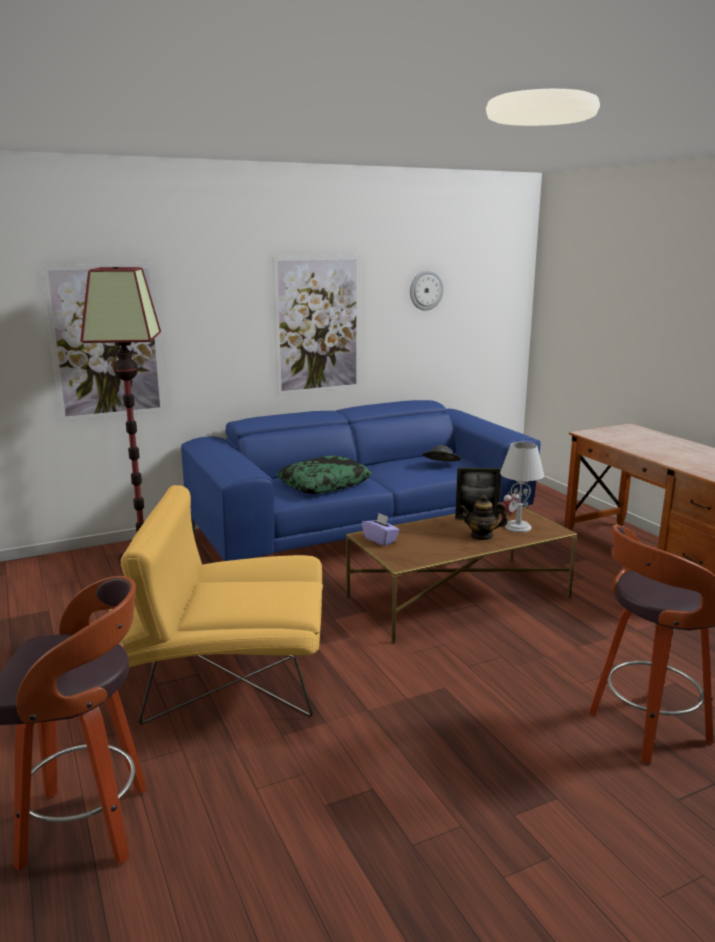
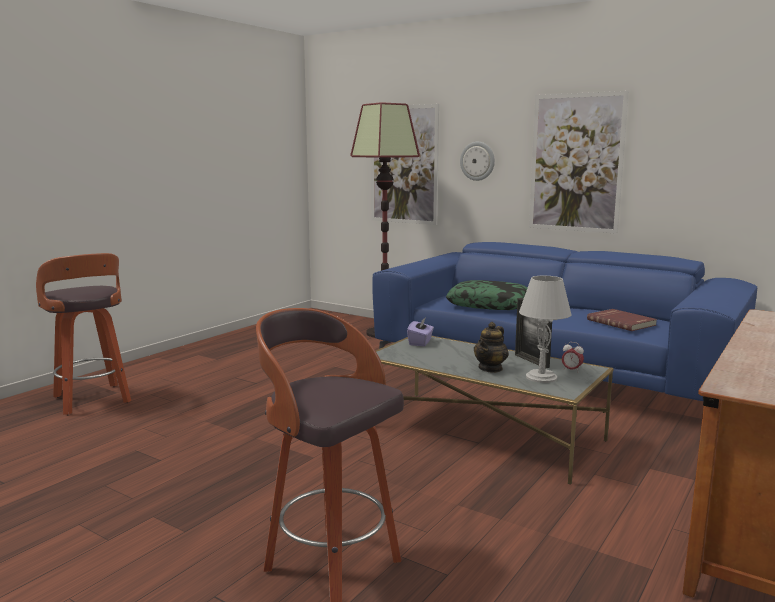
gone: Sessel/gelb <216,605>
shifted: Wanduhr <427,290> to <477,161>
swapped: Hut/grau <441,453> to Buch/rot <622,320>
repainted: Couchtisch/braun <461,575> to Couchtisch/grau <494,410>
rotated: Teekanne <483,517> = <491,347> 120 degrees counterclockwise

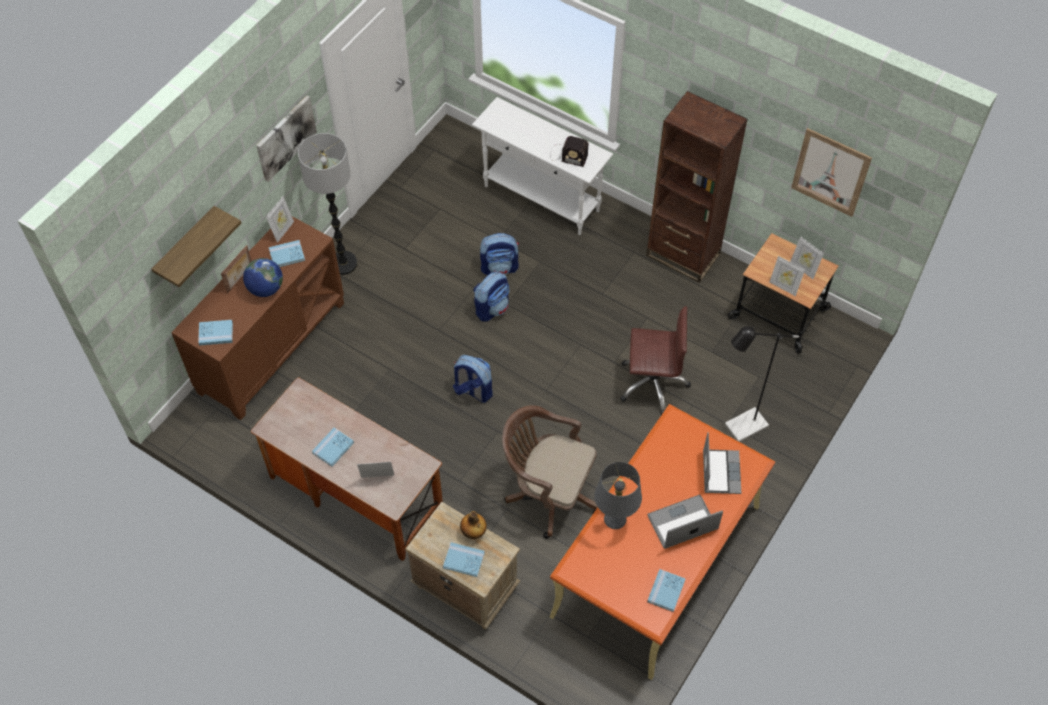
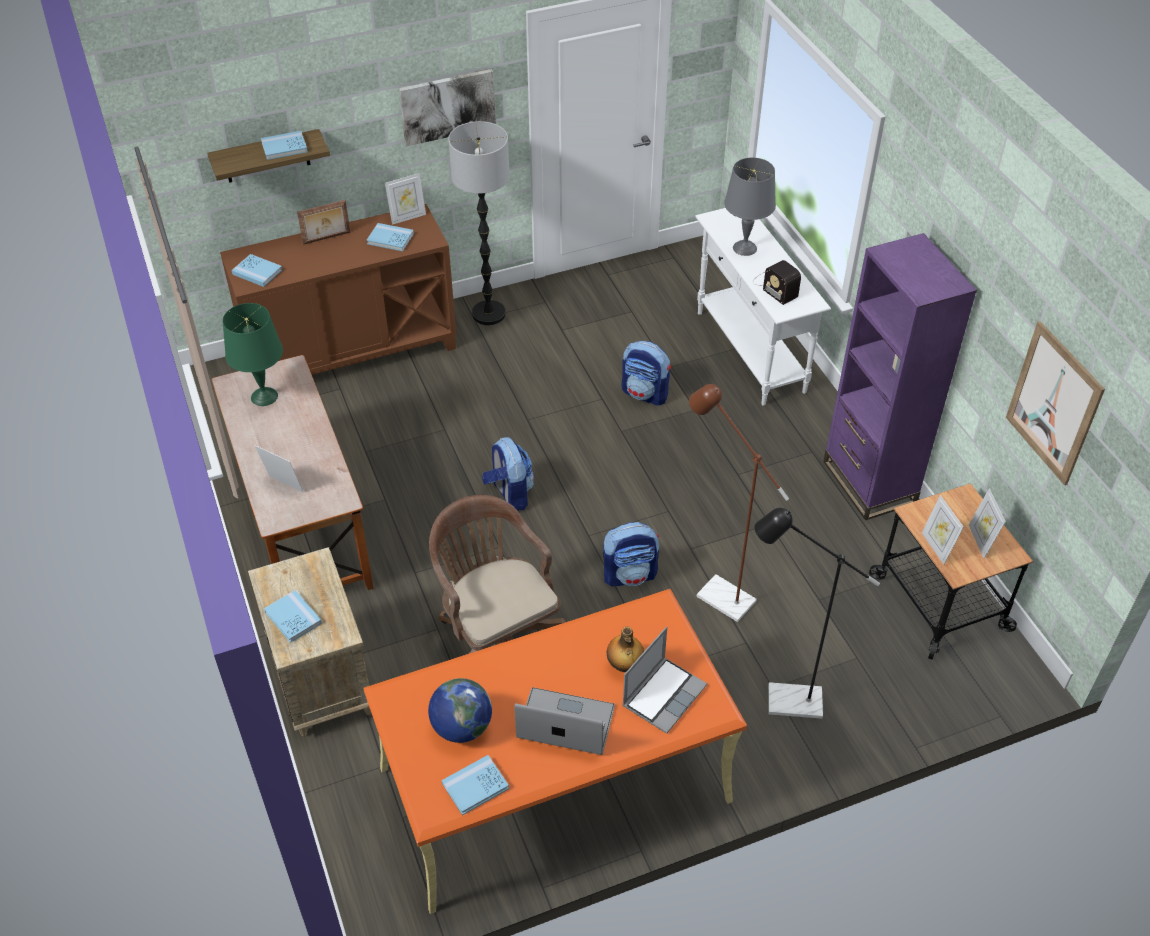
new: Tischlampe/grün <253,354>
shifted: Globus <263,277> to <460,710>; Rucksack <491,297> to <631,554>; Buch/blau <333,447> to <284,145>; Tischlampe/grau <618,495> to <750,206>; Flasche <473,525> to <625,649>
swapped: Bürostuhl/braun <655,360> to Stehlampe/braun <739,503>
repainted: Bücherregal/braun <697,187> to Bücherregal/lila <900,376>

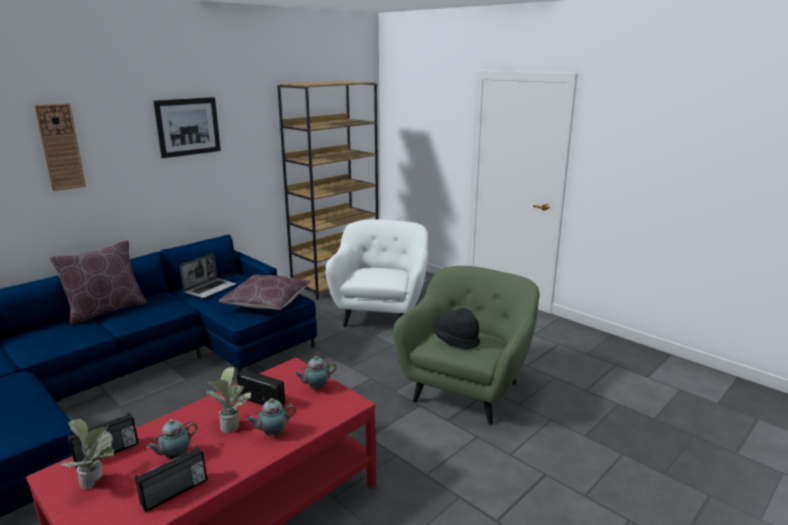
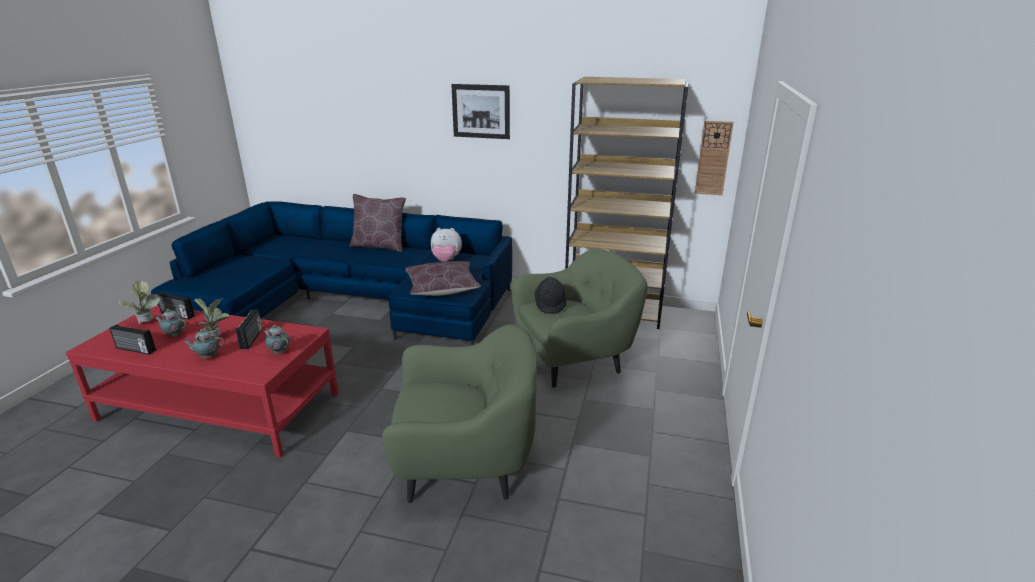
shifted: Wanduhr <60,147> to <714,158>; Hut/schwarz <457,328> to <551,295>
swapped: Laptop <208,275> to Plüschtier <446,245>
repainted: Sessel/weiß <376,273> to Sessel/grün <579,318>
rotated: Teekanne <271,417> = <204,343> 45 degrees counterclockwise

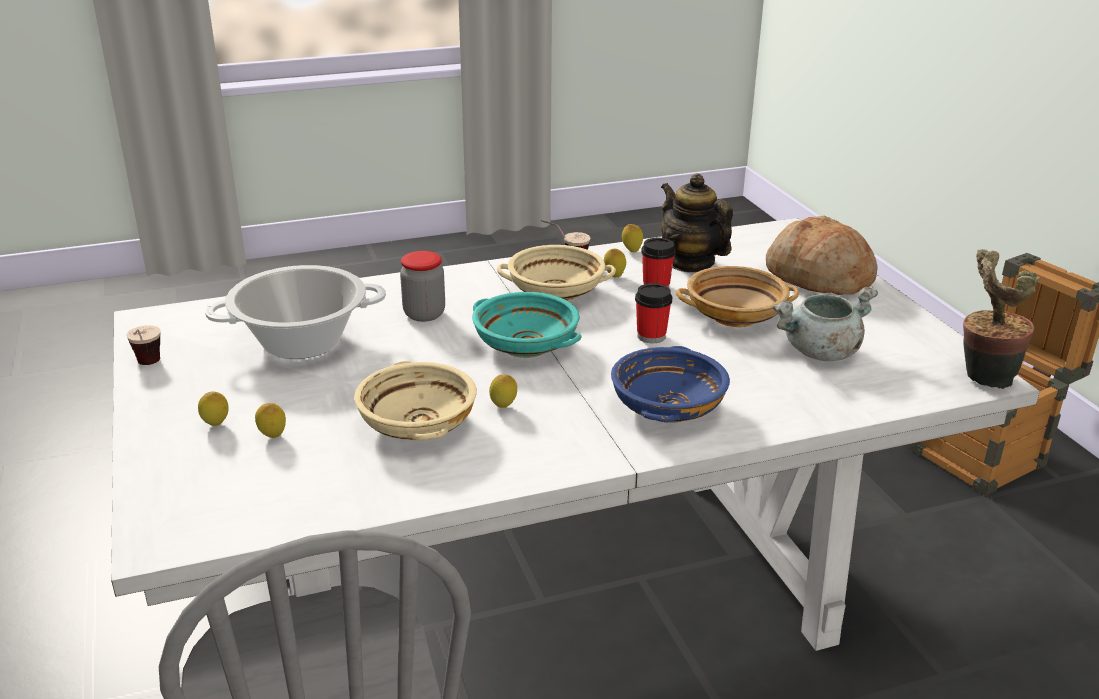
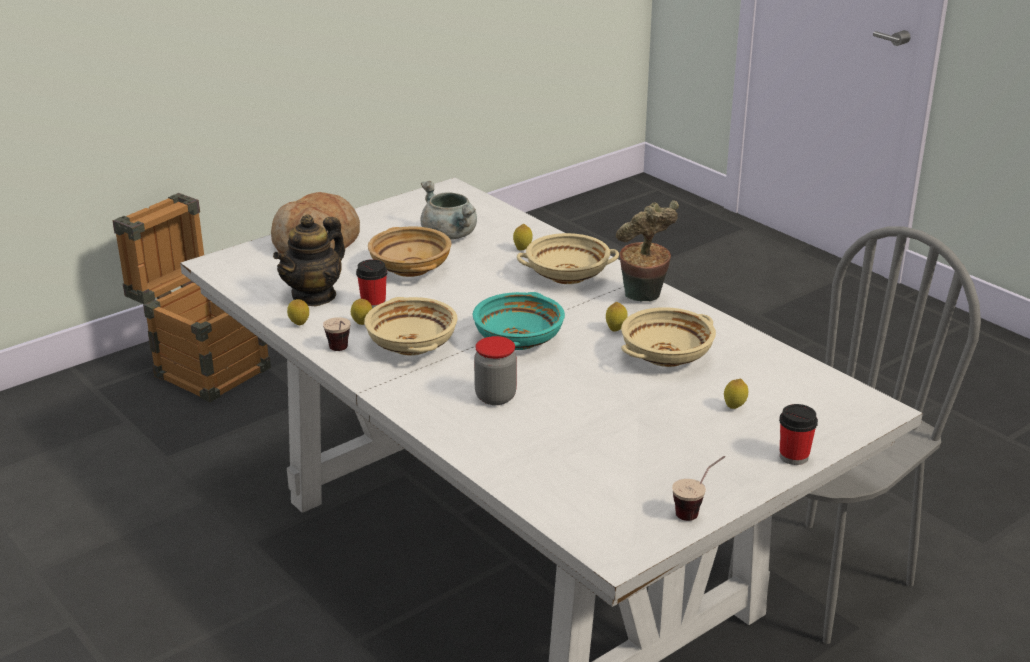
gone: Kochtopf <295,312>
shifted: Topfpflanze <1002,319> to <647,251>; Tasse <653,313> to <798,434>; Zitrone <213,408> to <523,237>
repainted: Schüssel/blau <670,384> to Schüssel/beige <568,258>

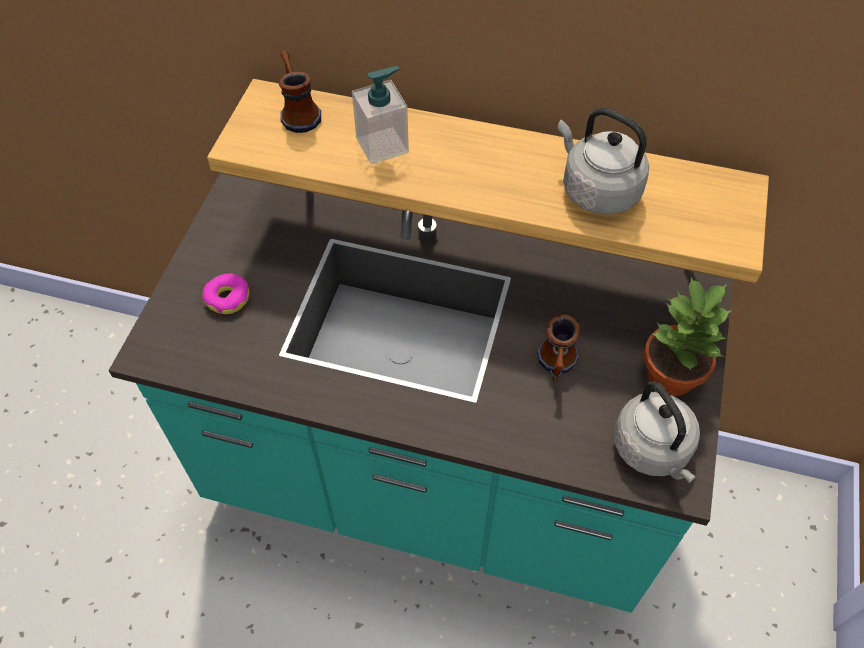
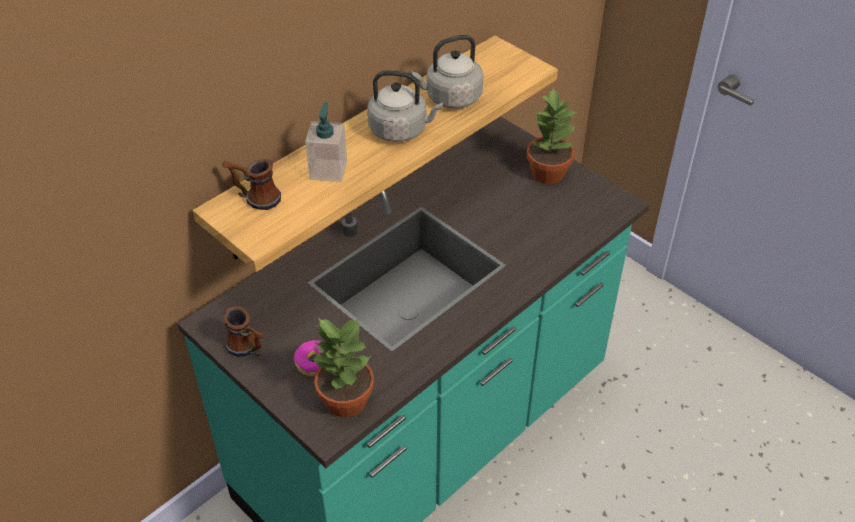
new: Topfpflanze <343,368>
shifted: Henkelbecher <558,348> to <243,331>; Wasserkessel/grau <657,432> to <405,106>

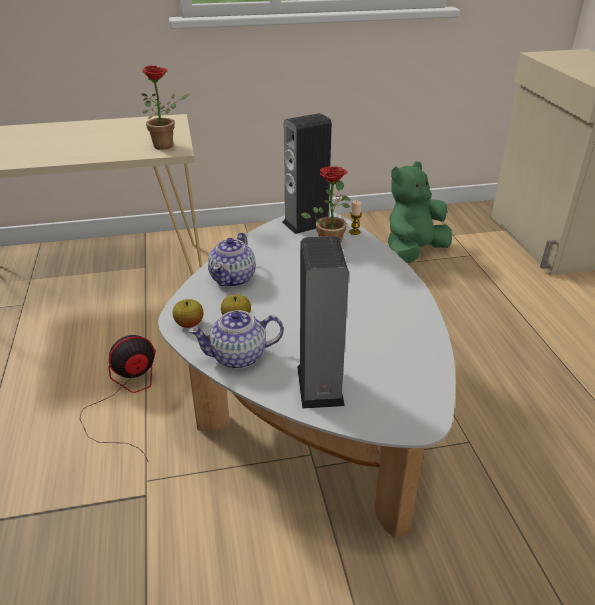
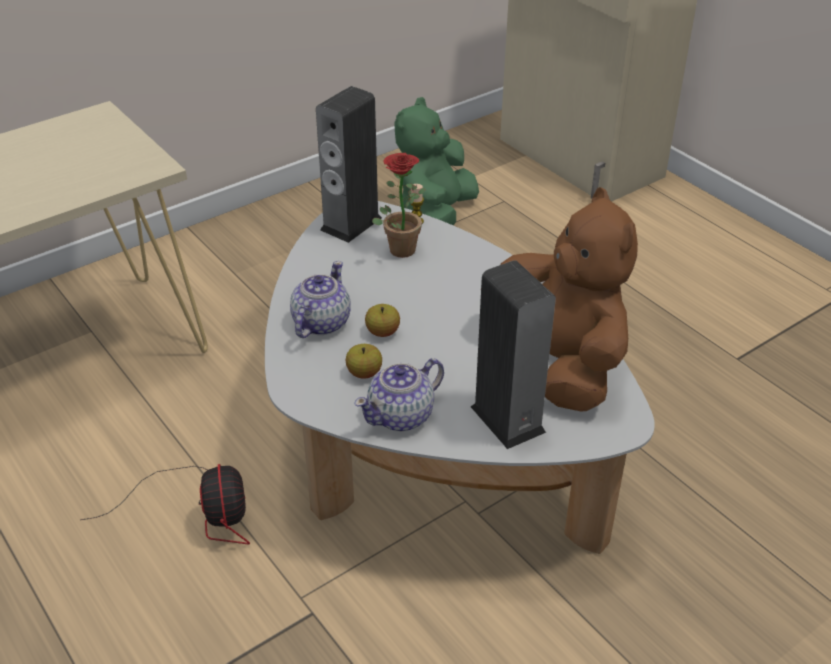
gone: Topfpflanze <165,107>
new: Plüschtier/braun <569,299>
shifted: Apfel <187,313> to <382,320>
rotated: Teekanne <232,260> = <320,299> 150 degrees counterclockwise; Ventilator <118,398> = <165,504> 135 degrees clockwise

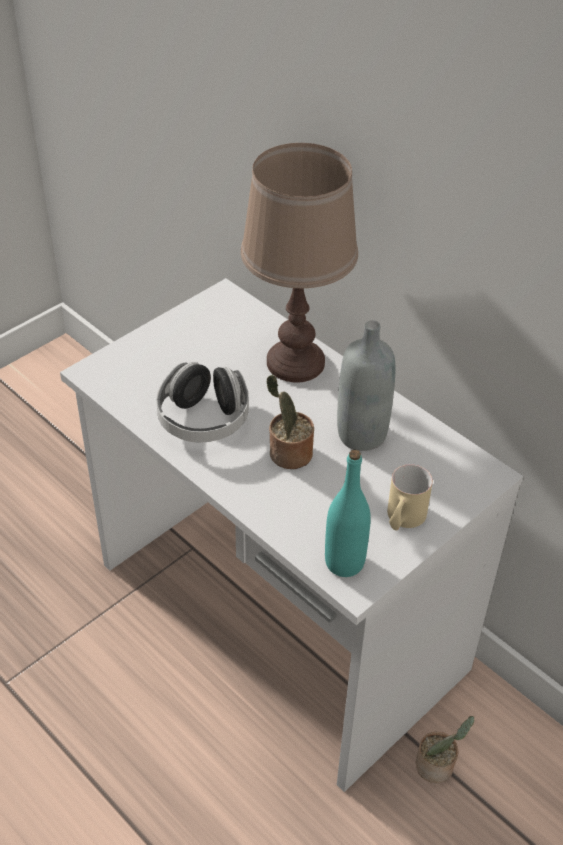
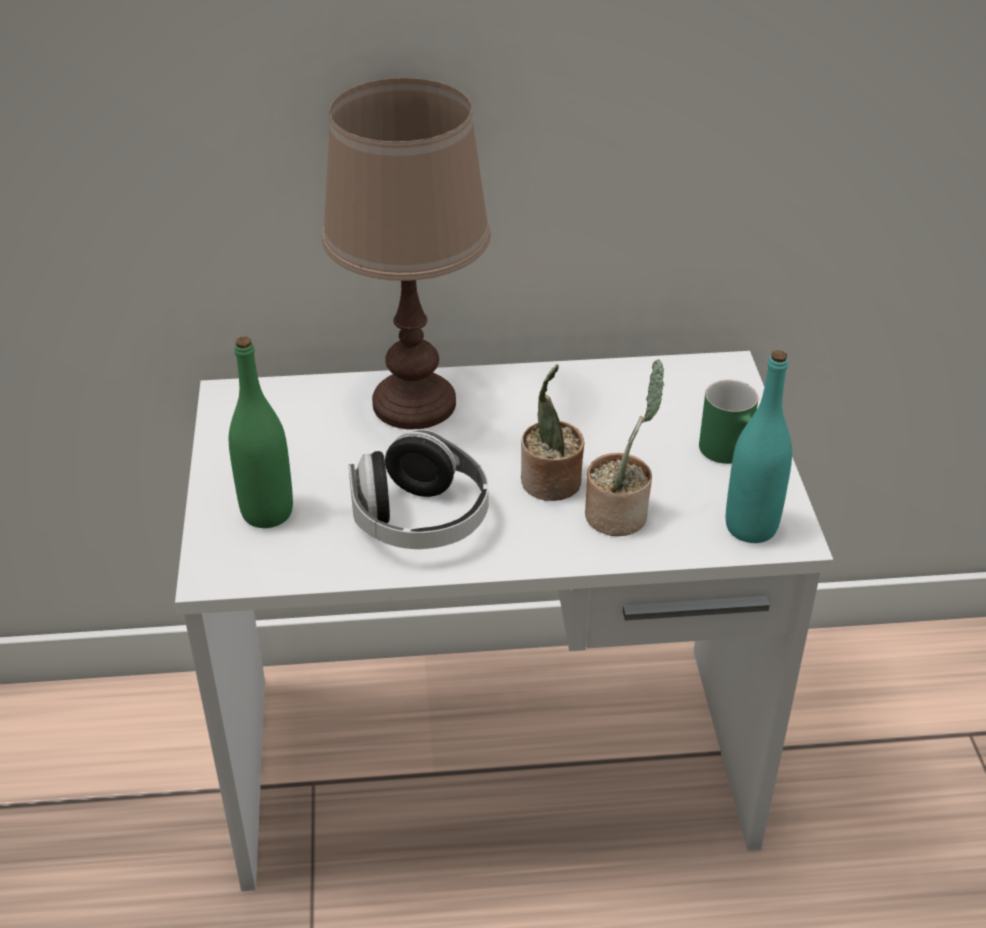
gone: Flasche/grau <366,386>
new: Flasche/grün <261,432>
shifted: Topfpflanze <445,749> to <624,447>
repainted: Henkelbecher/beige <410,497> to Henkelbecher/grün <728,422>

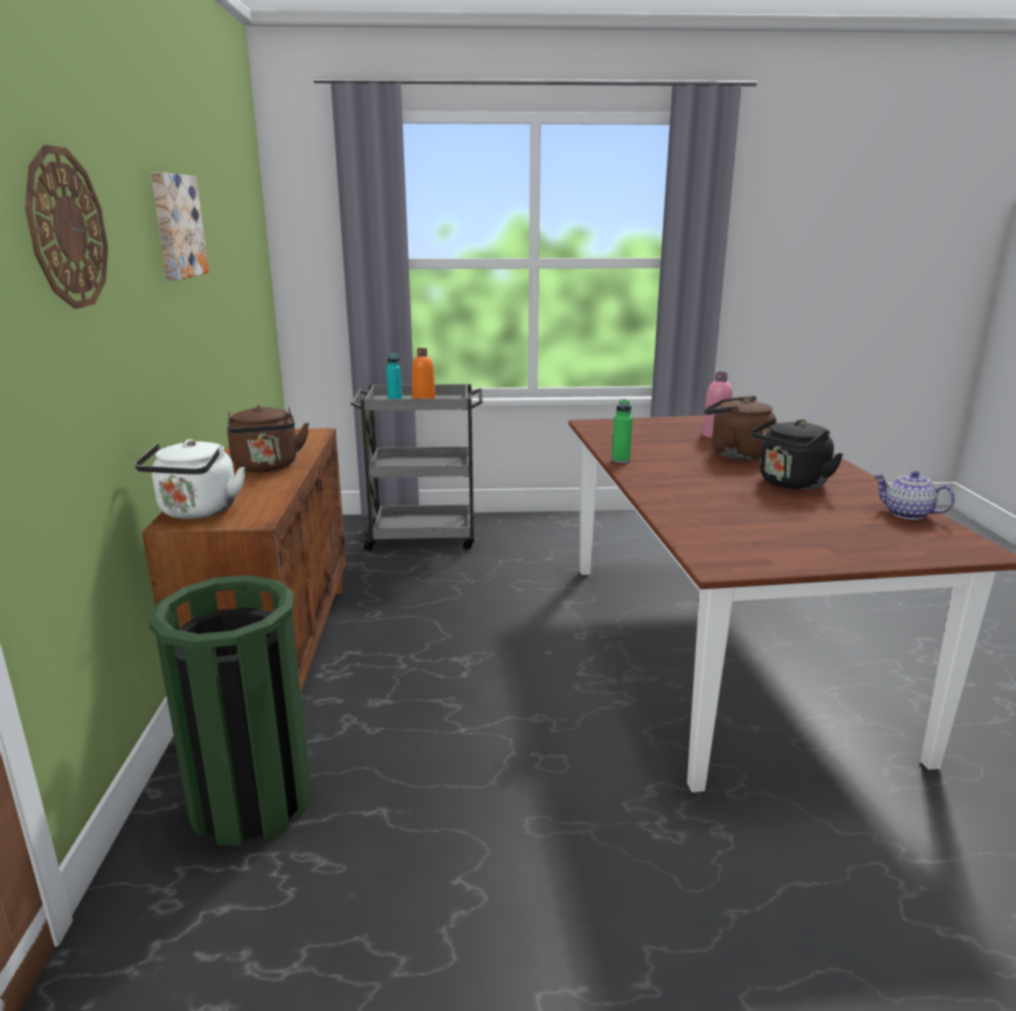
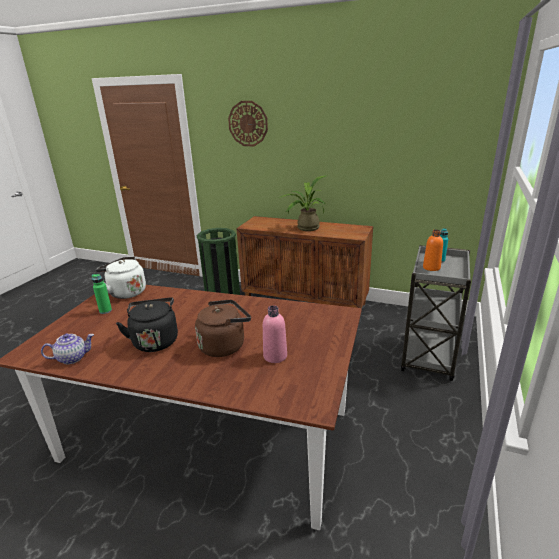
gone: Bild <180,226>
shifted: Flasche/grün <622,431> to <102,294>; Wasserkessel/weiß <190,479> to <121,278>
swapped: Wasserkessel/braun <268,438> to Topfpflanze <302,203>

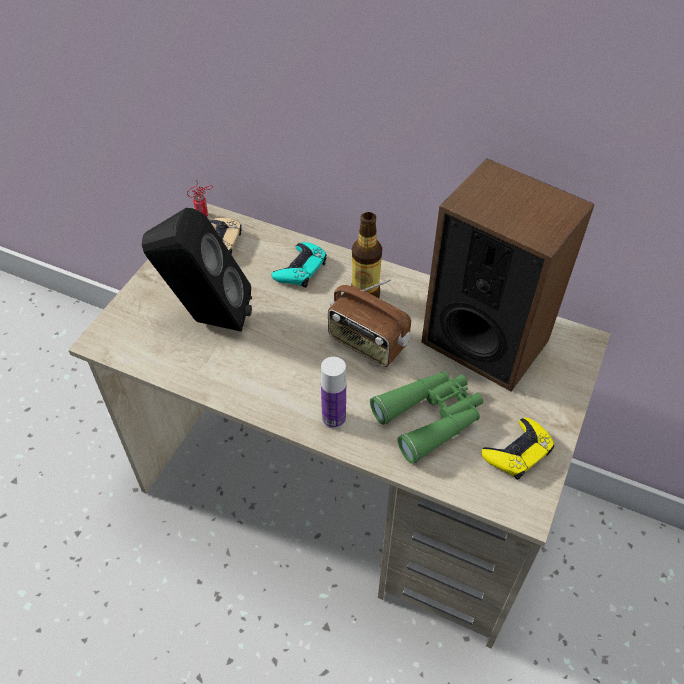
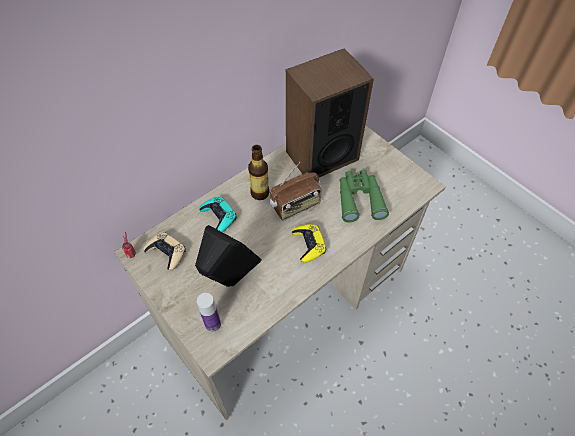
shifted: Flasche <333,393> to <209,312>; Gamepad/gelb <517,449> to <309,243>

